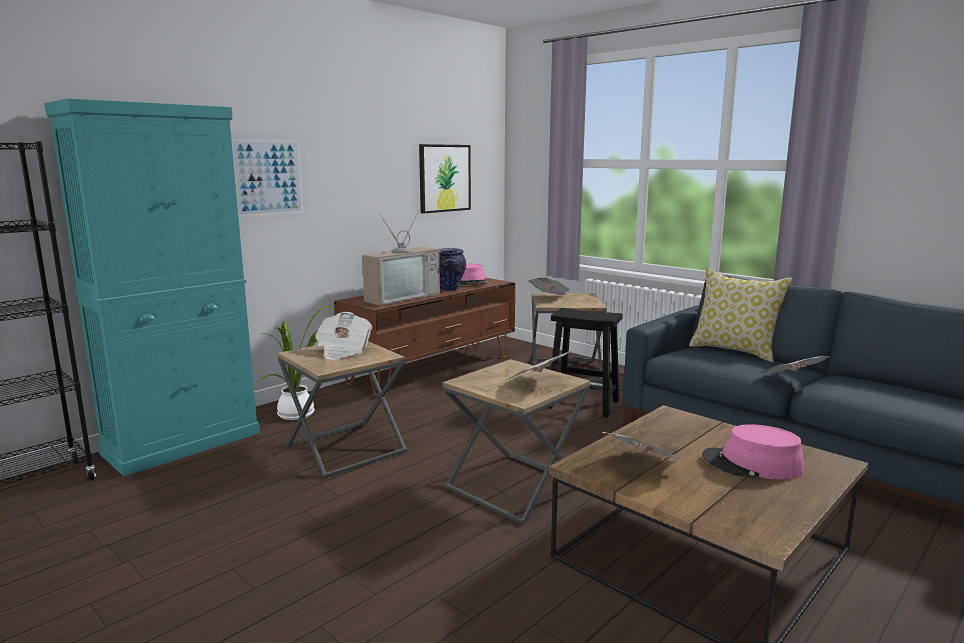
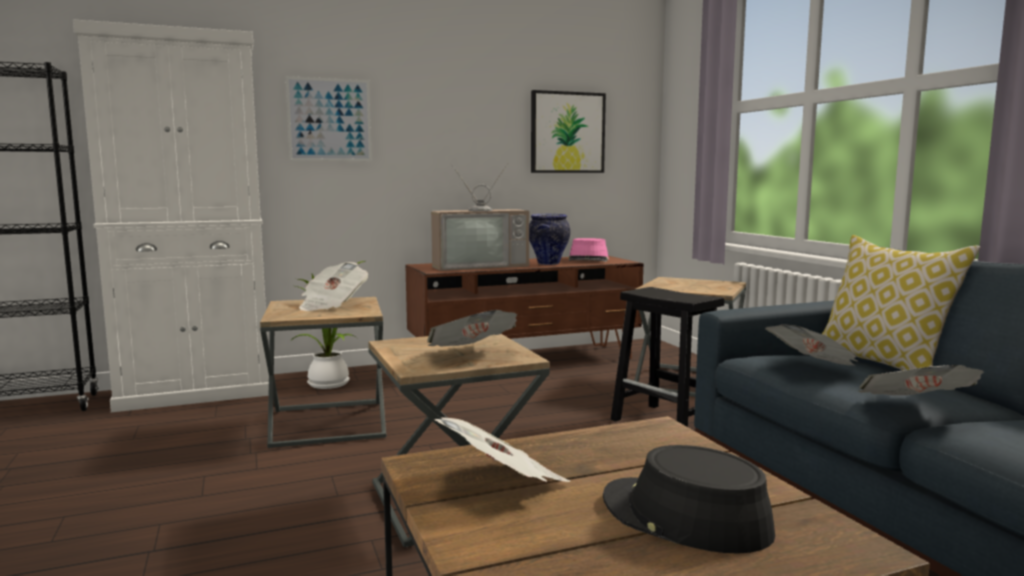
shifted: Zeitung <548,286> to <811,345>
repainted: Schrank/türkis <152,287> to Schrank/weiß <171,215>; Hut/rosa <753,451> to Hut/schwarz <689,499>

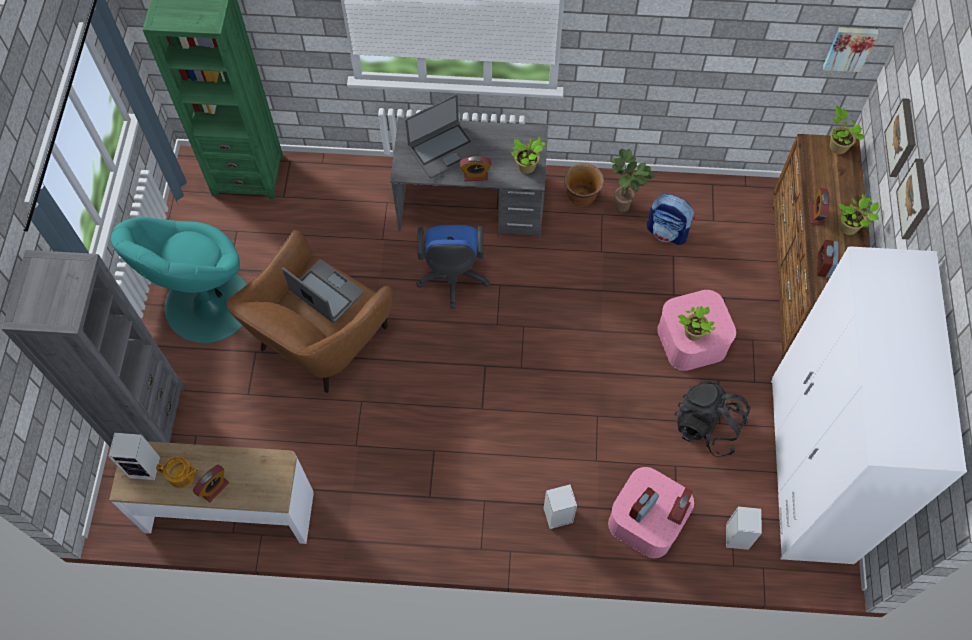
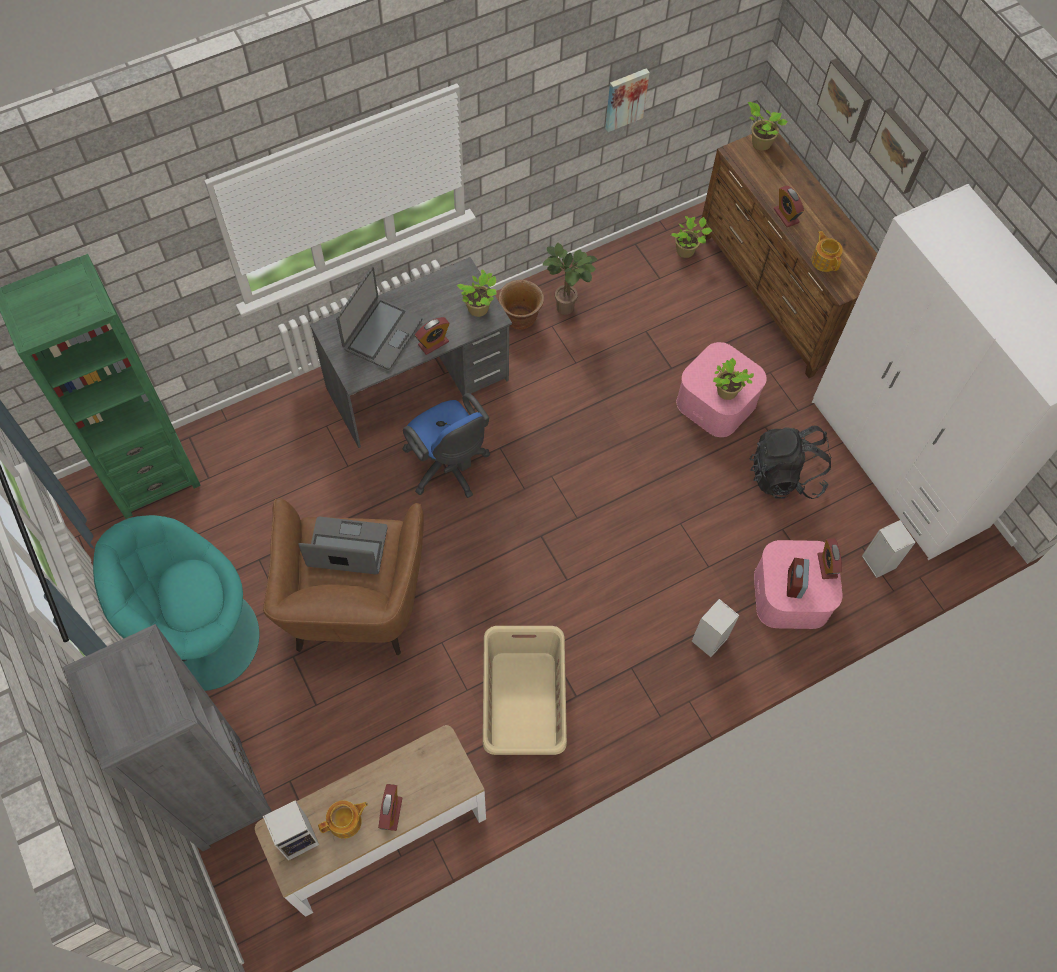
gone: Rucksack <671,219>
new: Wäschekorb/beige <525,690>
shifted: Bild <851,49> to <627,100>; Topfpflanze <858,214> to <691,237>
swapped: Wecker <828,259> to Teekanne <827,251>
rotated: Sessel/türkis <179,280> = <176,603> 75 degrees clockwise

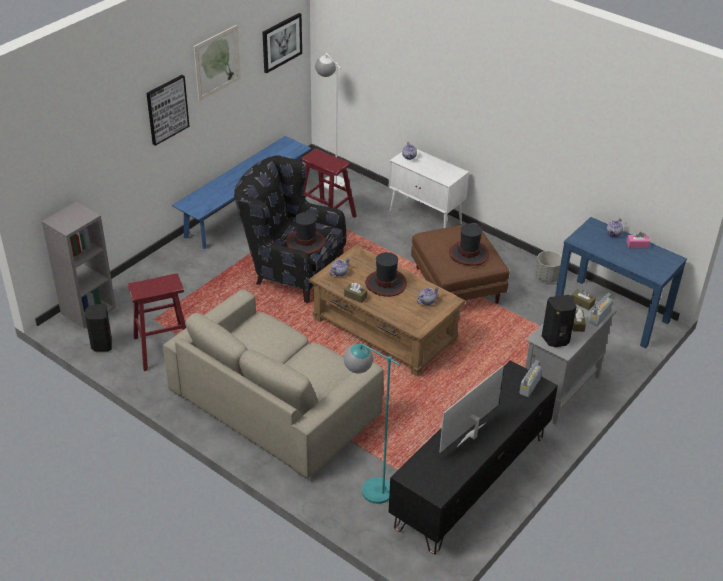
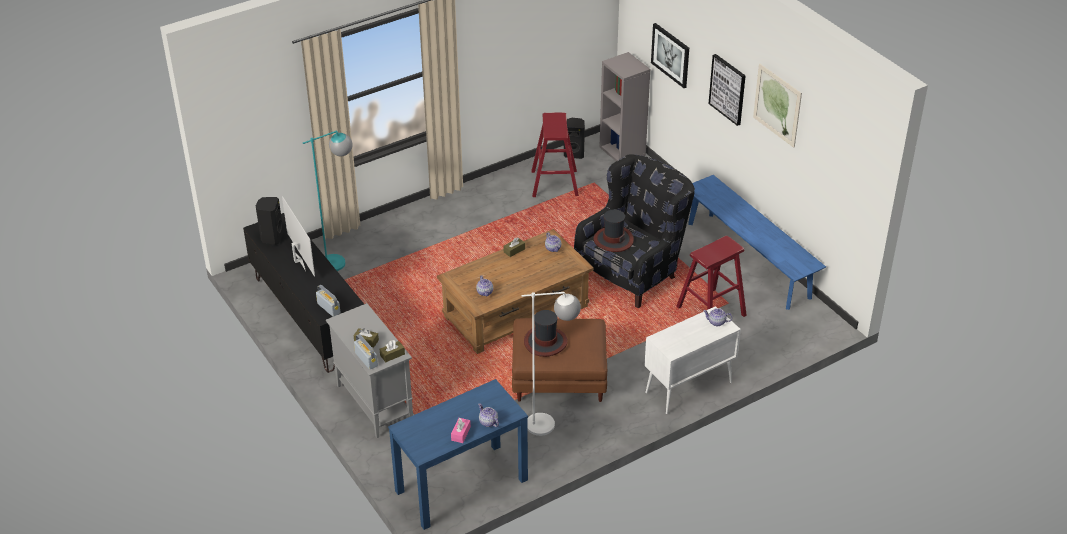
gone: Pflanzkübel/grau <548,266>; Hut <386,274>; Sofa/beige <273,384>
shifted: Bild <282,43> to <670,55>; Stehlampe/weiß <330,121> to <551,364>; Lautsprecher/schwarz <559,321> to <270,221>

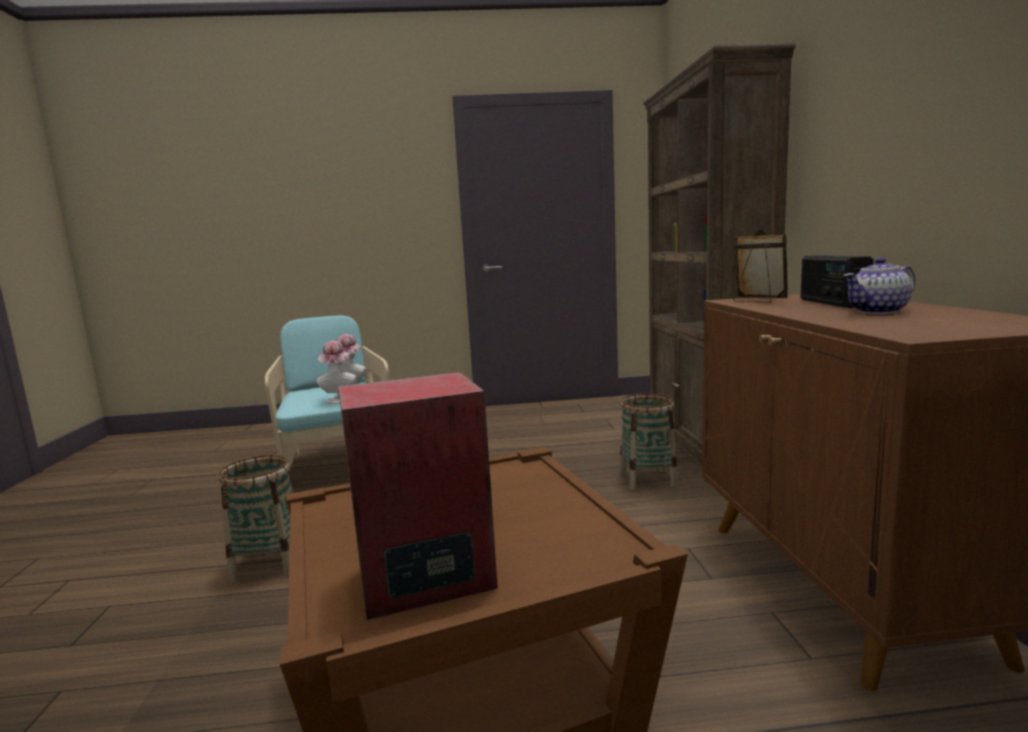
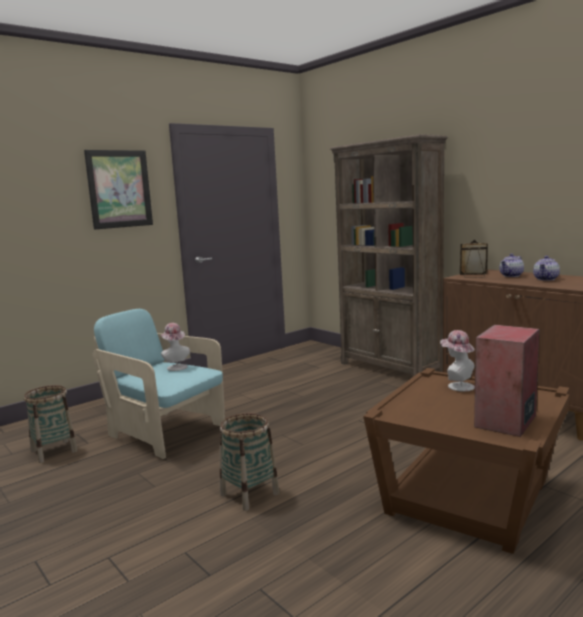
new: Bild <118,190>
shifted: Hut <336,372> to <457,361>; Korb <649,441> to <50,424>
swapped: Radio <837,281> to Teekanne <511,265>

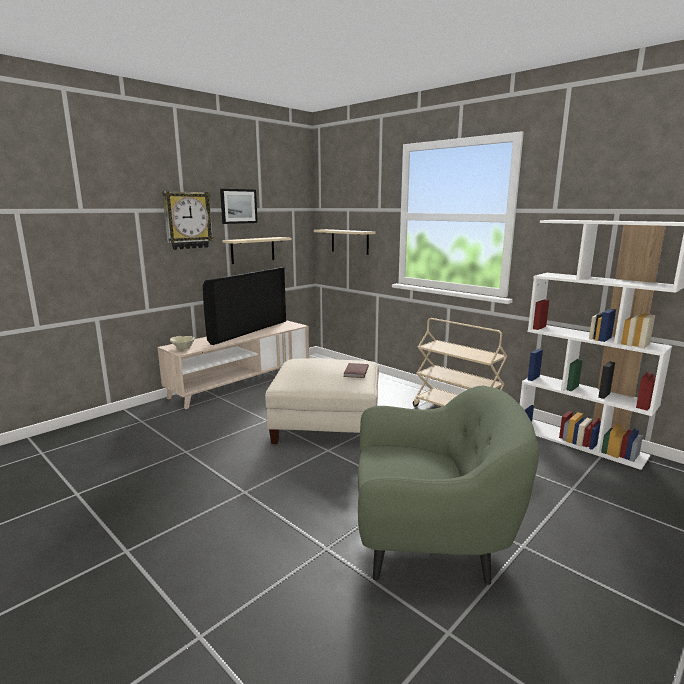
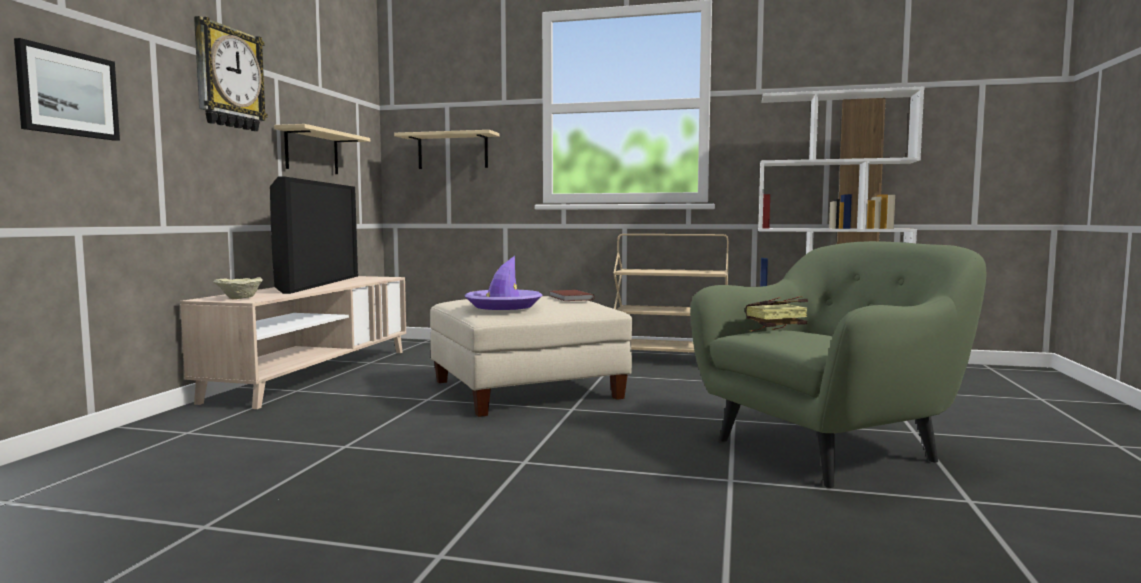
new: Hut/lila <503,283>; Buch <776,313>
shifted: Bild <239,206> to <67,89>

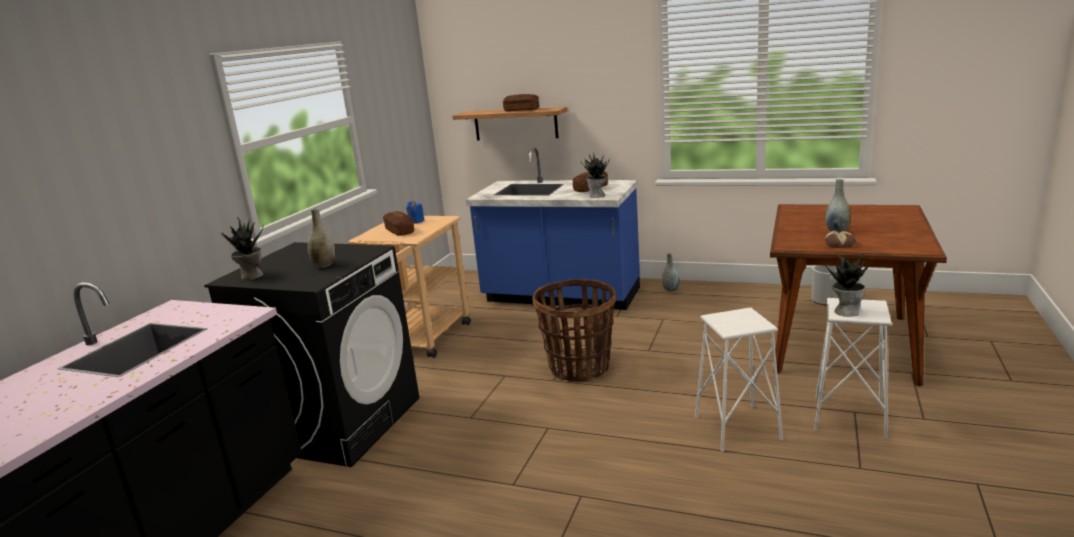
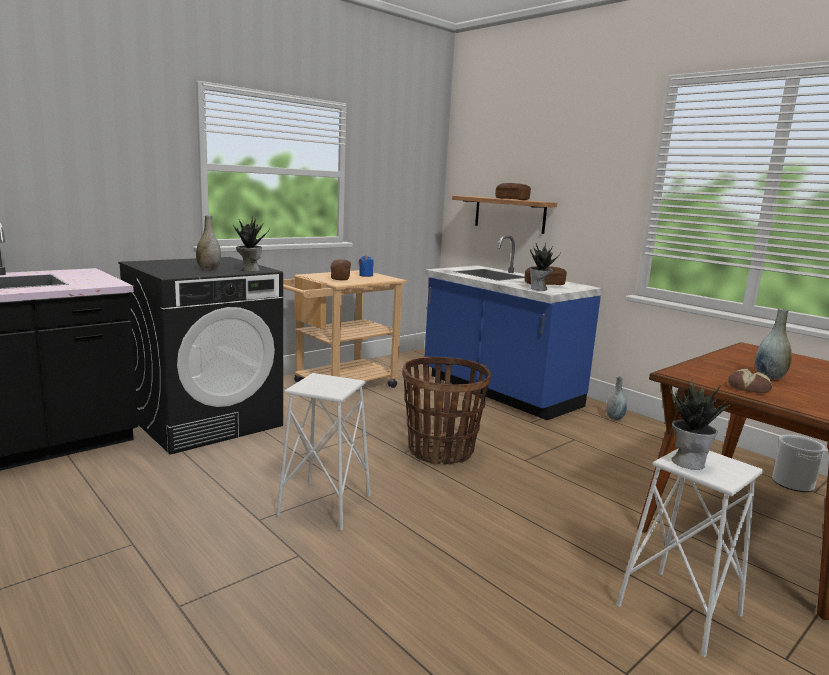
shifted: Topfpflanze <242,248> to <251,244>; Hocker/weiß <739,379> to <324,451>

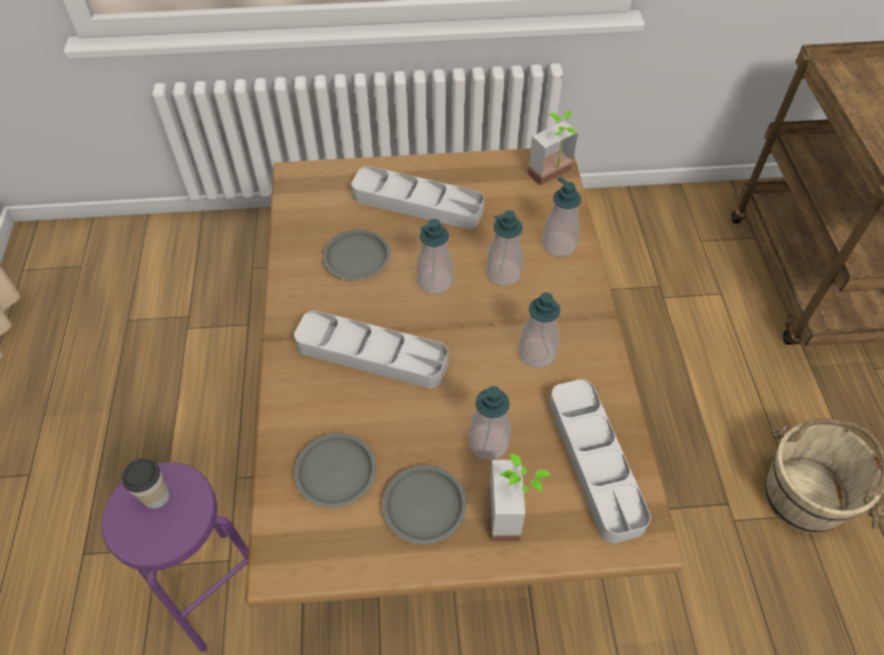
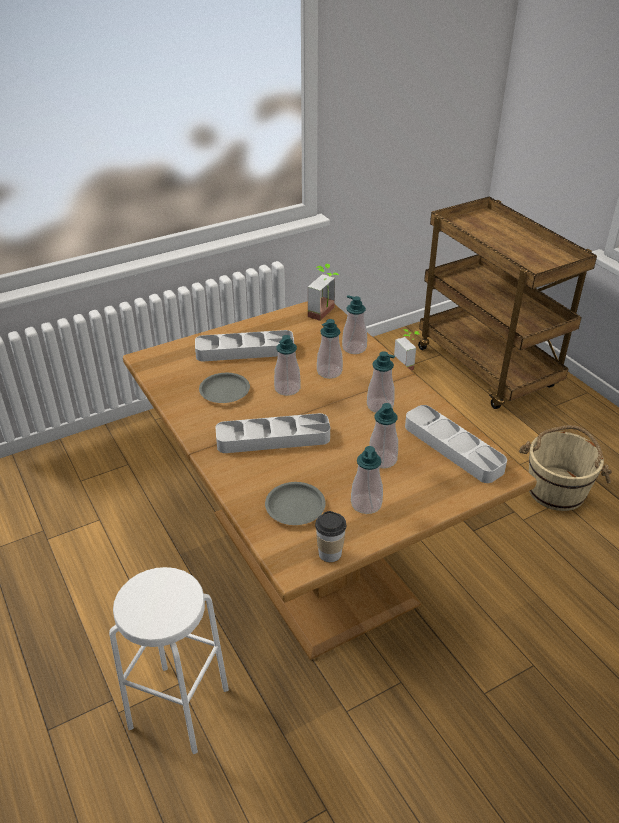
shifted: Topfpflanze <520,497> to <407,349>; Tasse <146,483> to <330,536>
swapped: Teller/grau <424,504> to Seifenspender <367,480>
repainted: Hocker/lila <175,557> to Hocker/weiß <169,660>

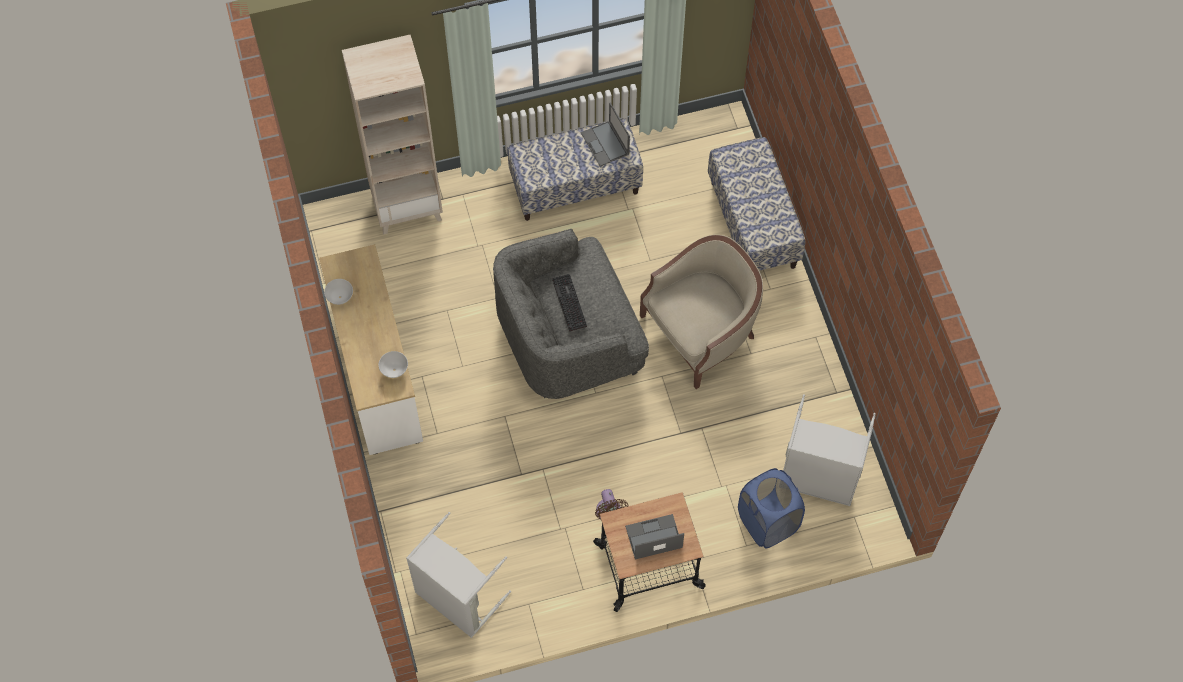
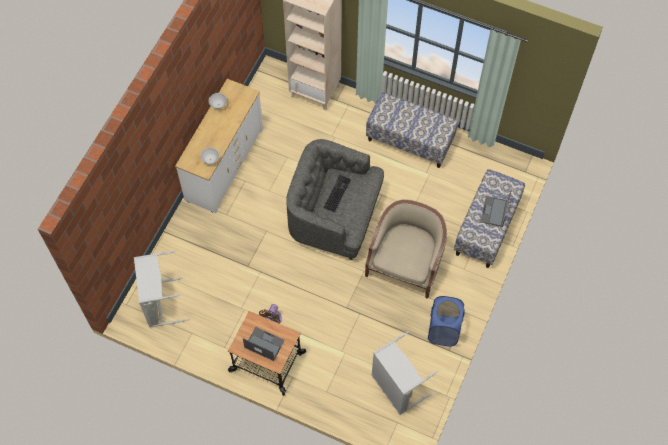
shifted: Laptop <605,134> to <496,208>; Wäschekorb/blau <771,508> to <446,321>
rotated: Sessel/beige <701,312> = <406,249> 75 degrees counterclockwise

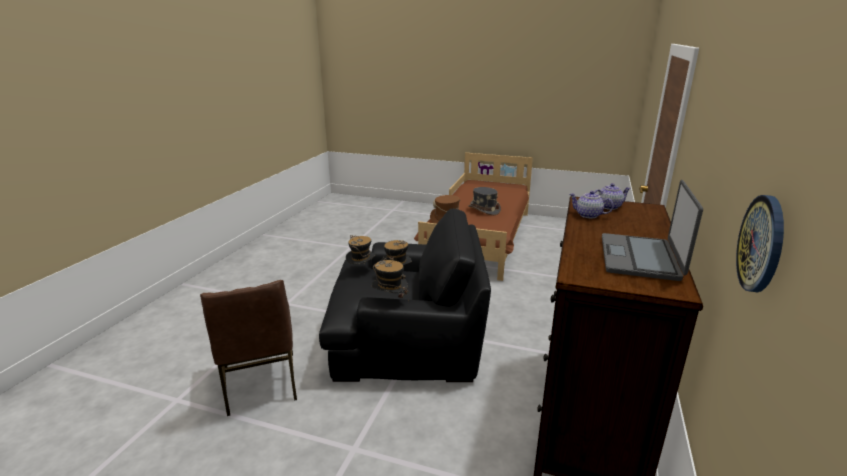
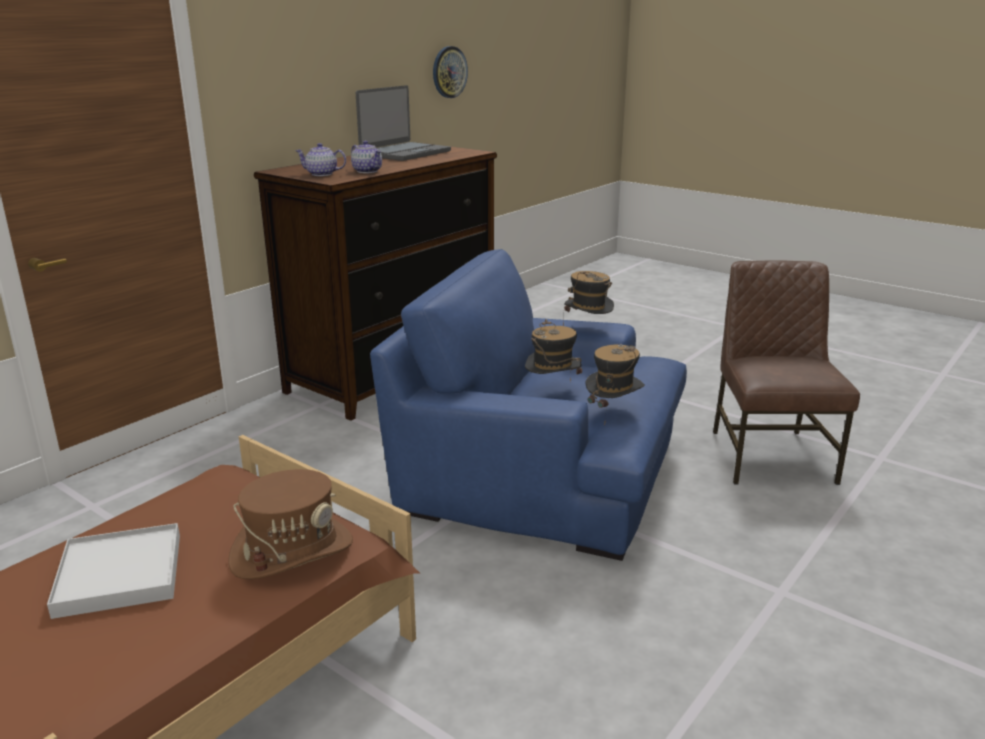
swapped: Hut/grau <484,201> to Tablett/weiß <113,571>
repainted: Sessel/schwarz <405,295> to Sessel/blau <528,405>

